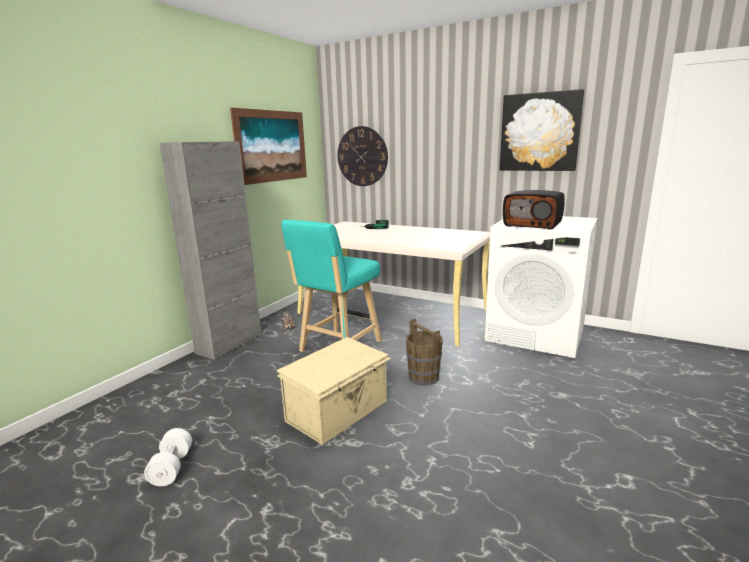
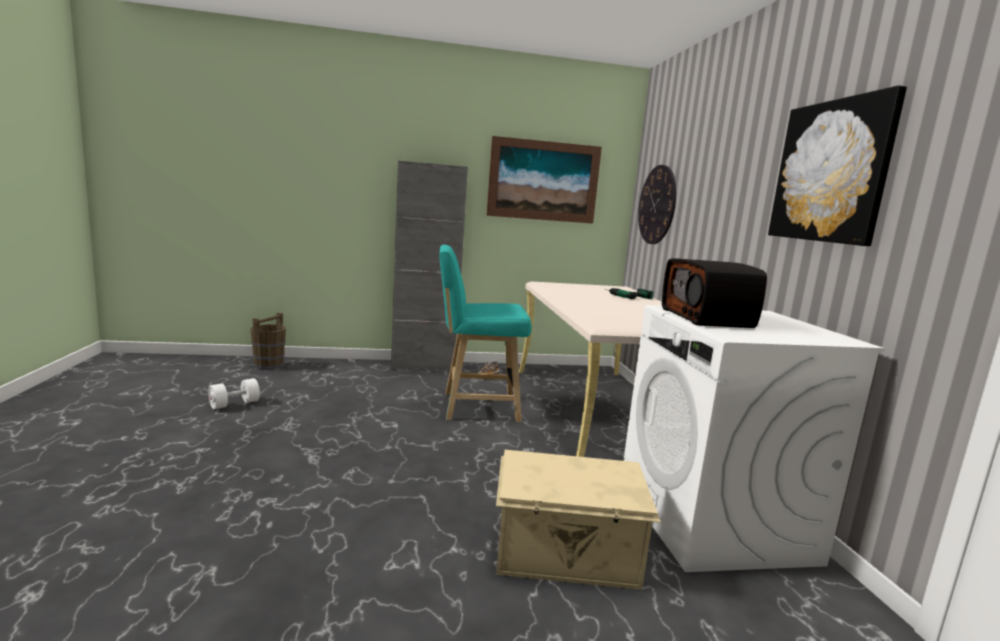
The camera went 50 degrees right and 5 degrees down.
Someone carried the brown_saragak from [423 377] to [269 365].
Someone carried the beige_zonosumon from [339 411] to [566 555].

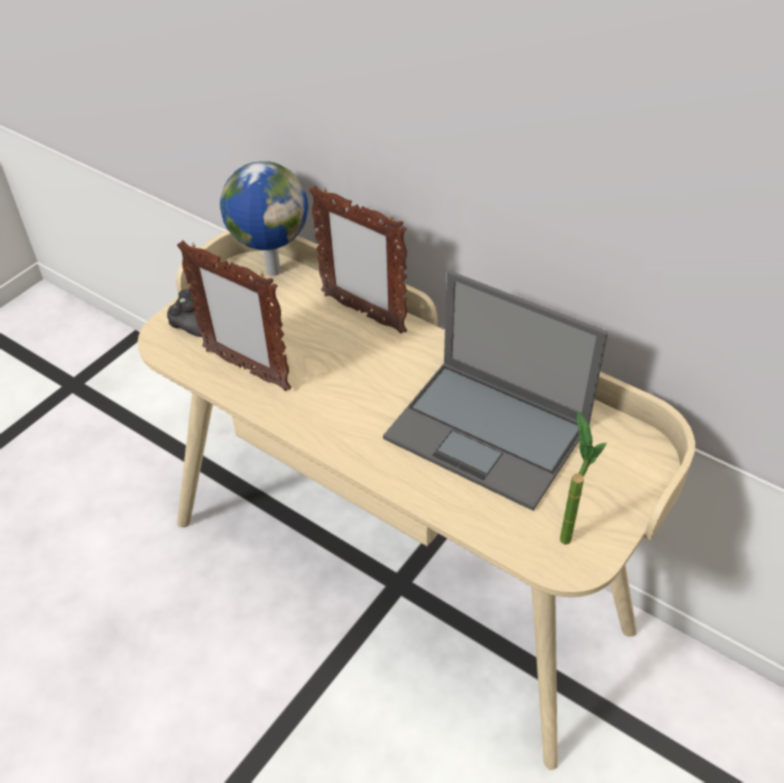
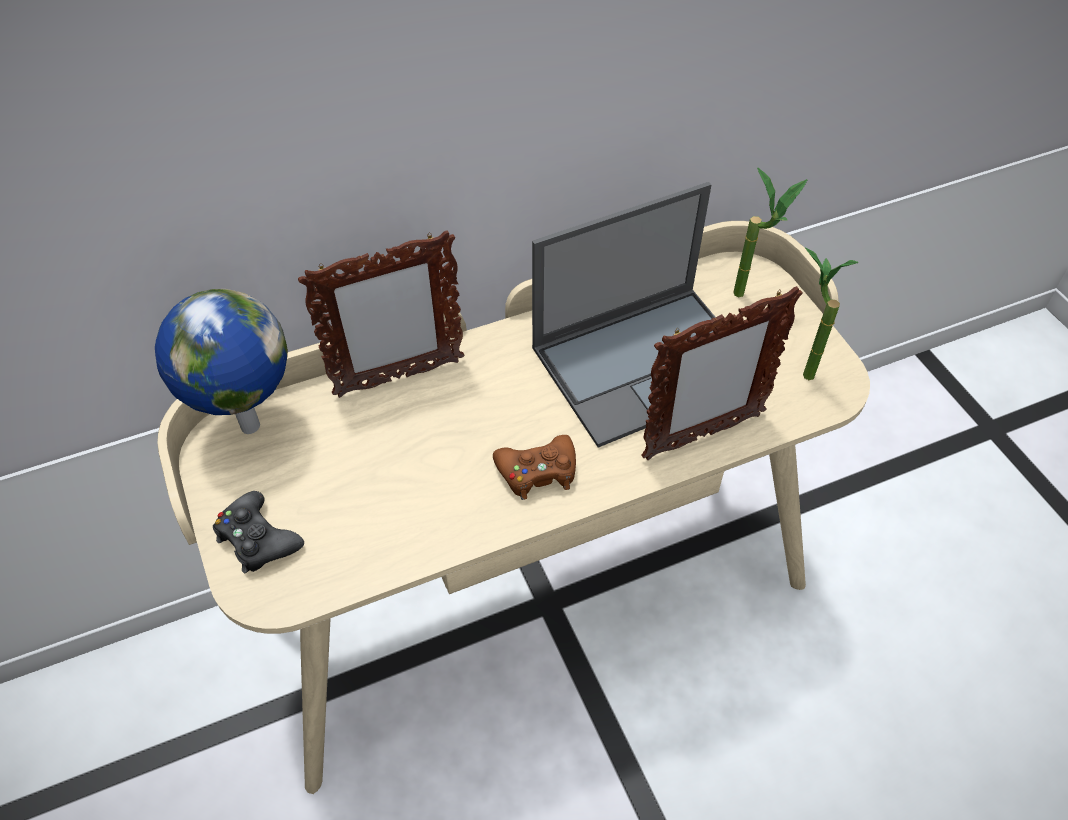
The camera went 60 degrees left and 5 degrees up.
Someone carried the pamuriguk from [246 369] to [702 436].
Someone put down the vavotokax at [750 295].
Someone put down the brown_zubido at [537 472].

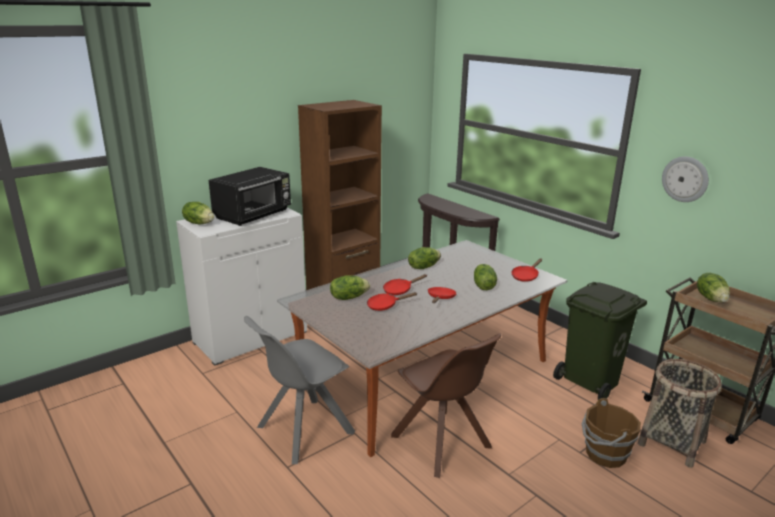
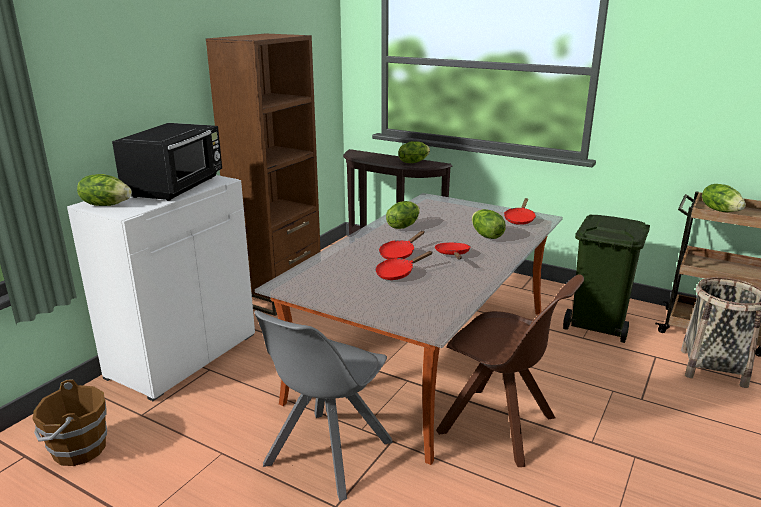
The camera went 20 degrees left and 0 degrees up.
Someone took away the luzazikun at [685 179].
Someone carried the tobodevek from [348 297] to [413 162].
Someone carried the brown_saragak from [604 454] to [78 450].

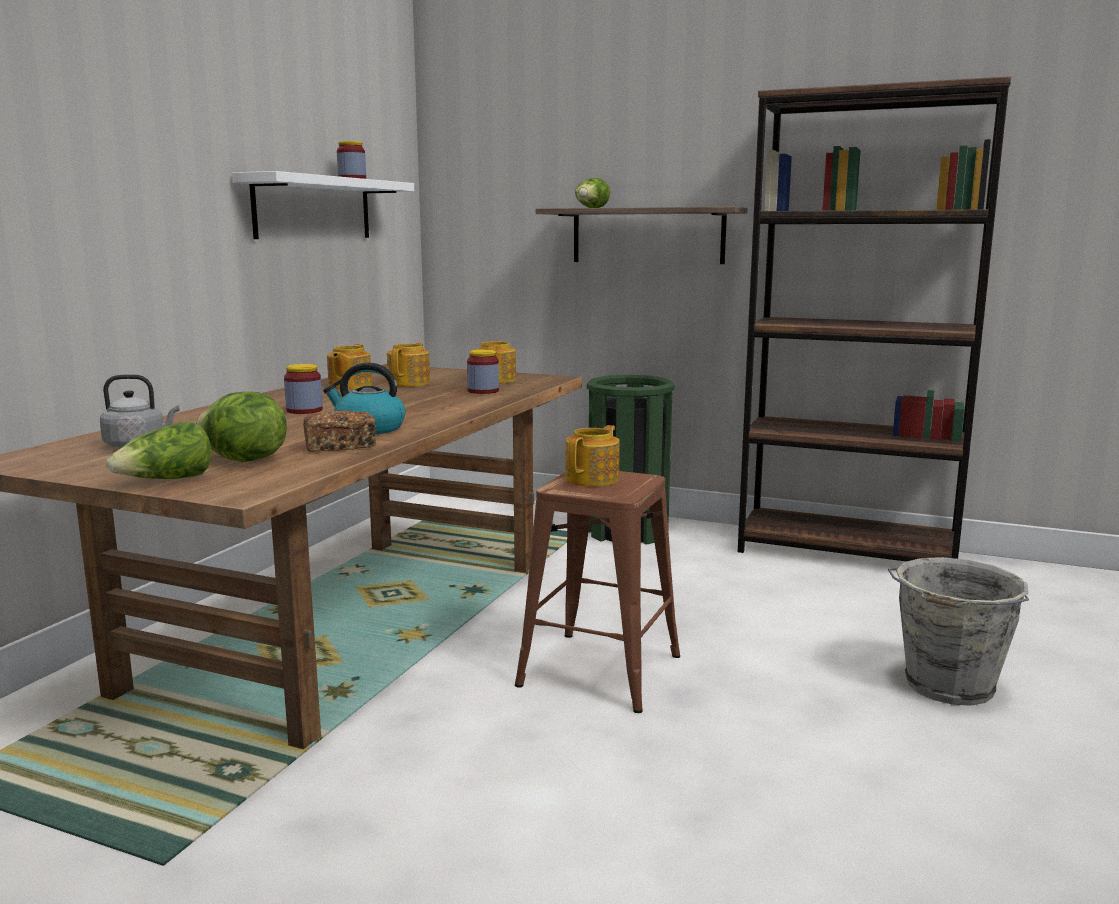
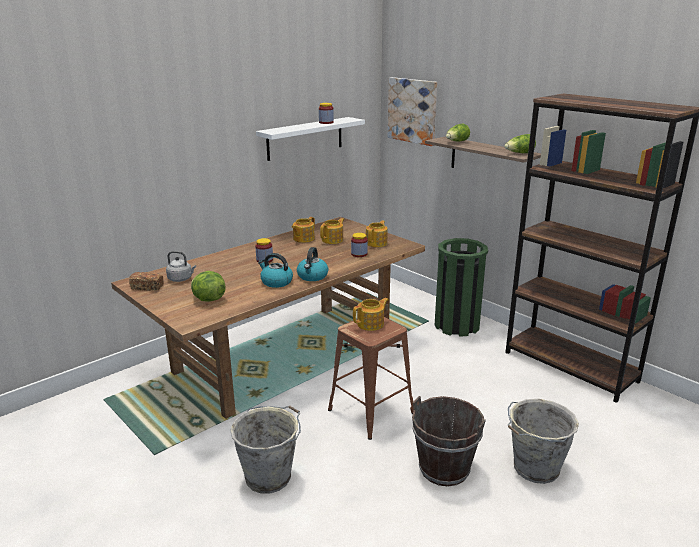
The camera went 25 degrees right and 10 degrees up.
Someone carried the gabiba from [340 447] to [147 287].
Someone carried the tobodevek from [166 481] to [519 153].
Someone put up the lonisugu at [412 110].
Someone put down the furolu at [312 276].
Someone put down the brown_saragak at [444 469].
Someone put down the grey_saragak at [270 476].

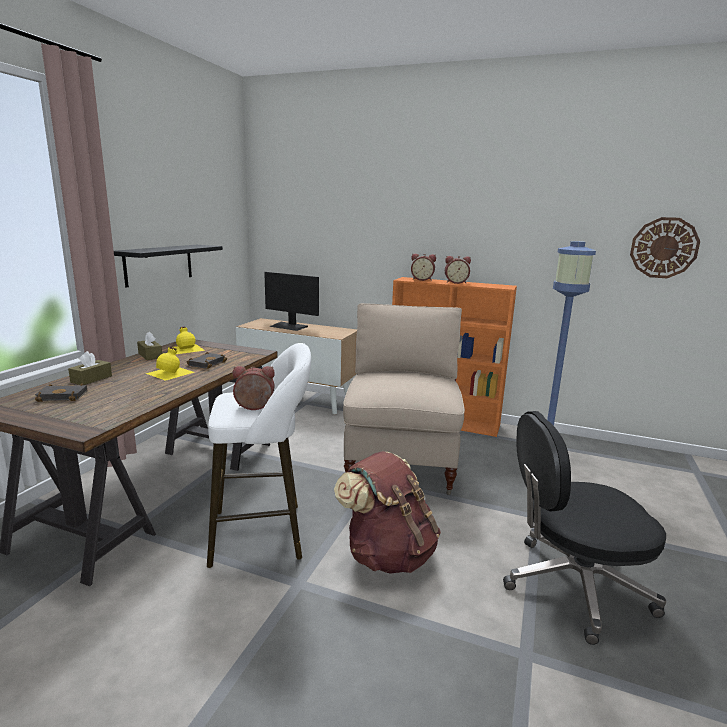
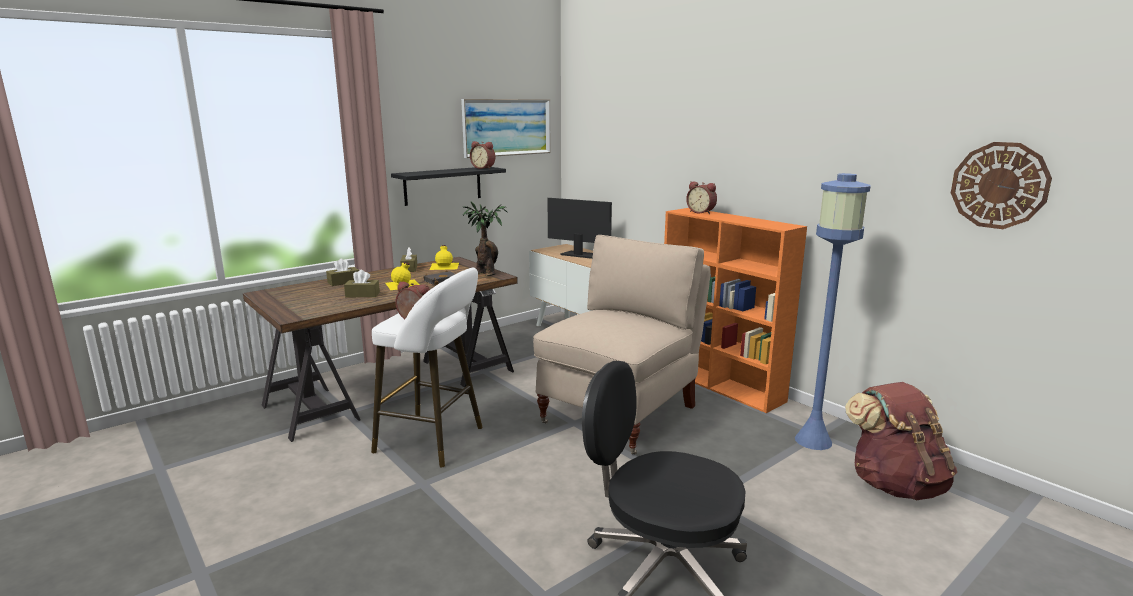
The camera went 30 degrees right and 0 degrees up.
Someone carried the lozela from [456 282] to [484 168].
Someone rotated the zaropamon at [289 326] by 150 degrees clockwise.
Someone took away the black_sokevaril at [64 396].
Someone carried the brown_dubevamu from [388 554] to [894 484].
Someone put up the lonisugu at [507 127].
Someone put down the vavotokax at [484 273].
Someone put down the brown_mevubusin at [362 295].

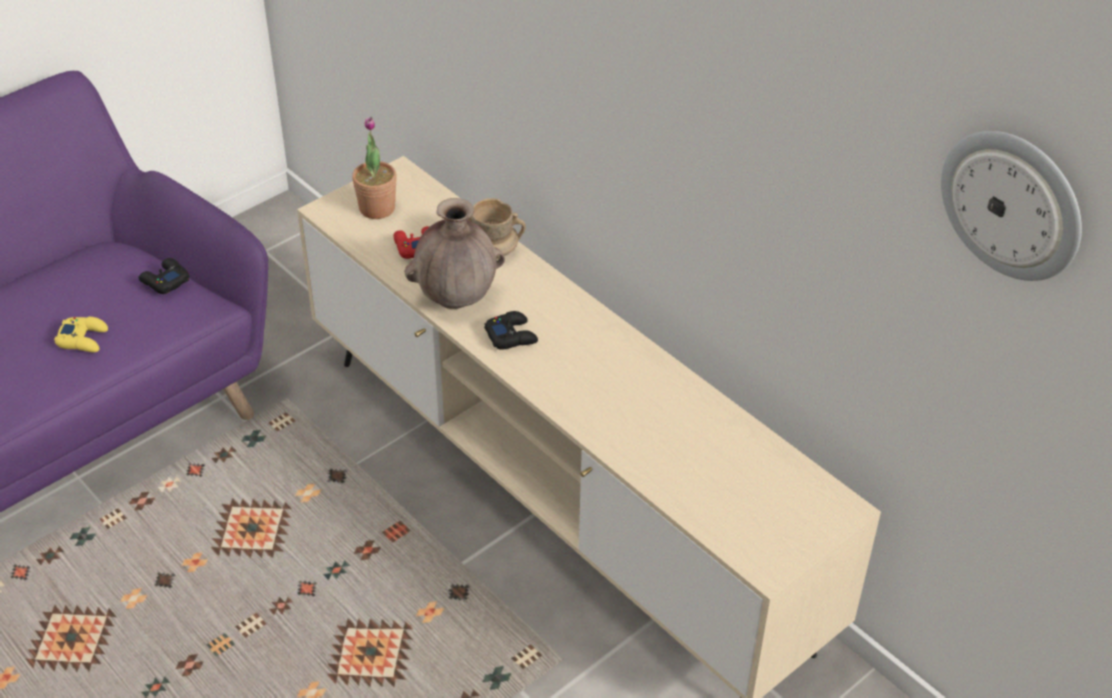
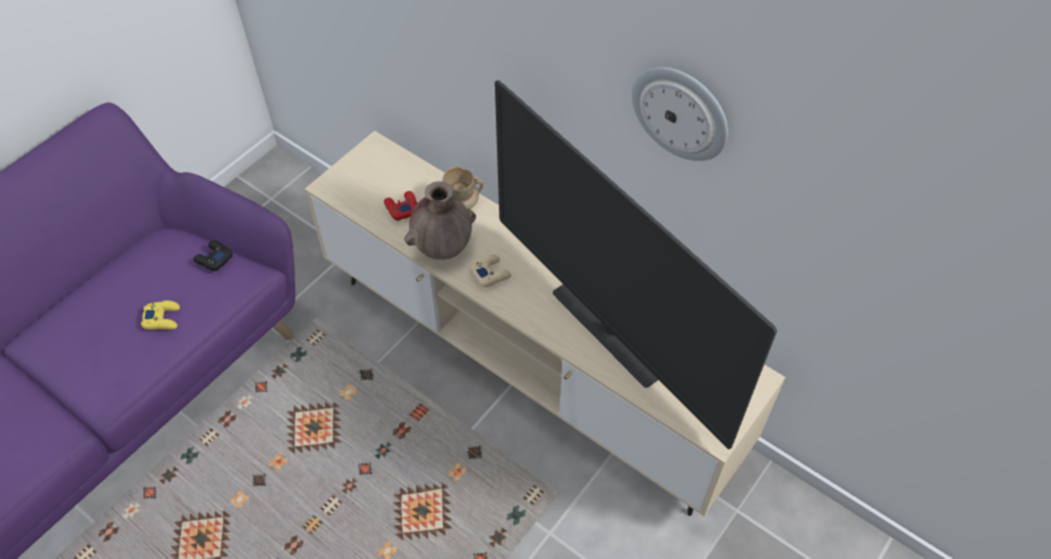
The camera went 10 degrees left and 10 degrees up.
Someone took away the vavotokax at [377 208].
Someone carried the luzazikun from [1013 204] to [681 112].
Someone repainted the black_zubido at [511 336], which became the beige_zubido at [490 273].
Someone put down the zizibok at [607 332].

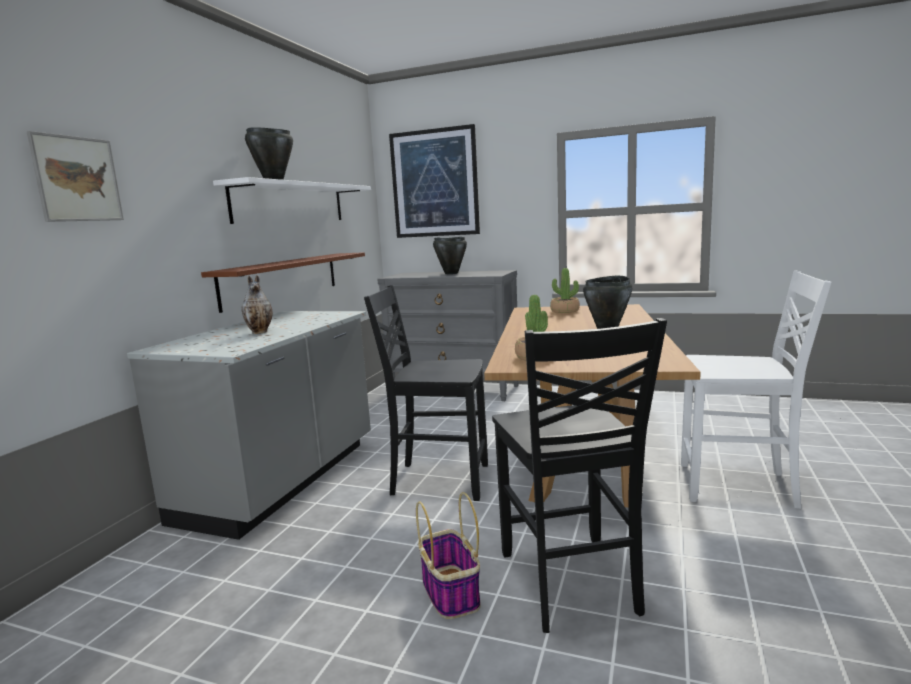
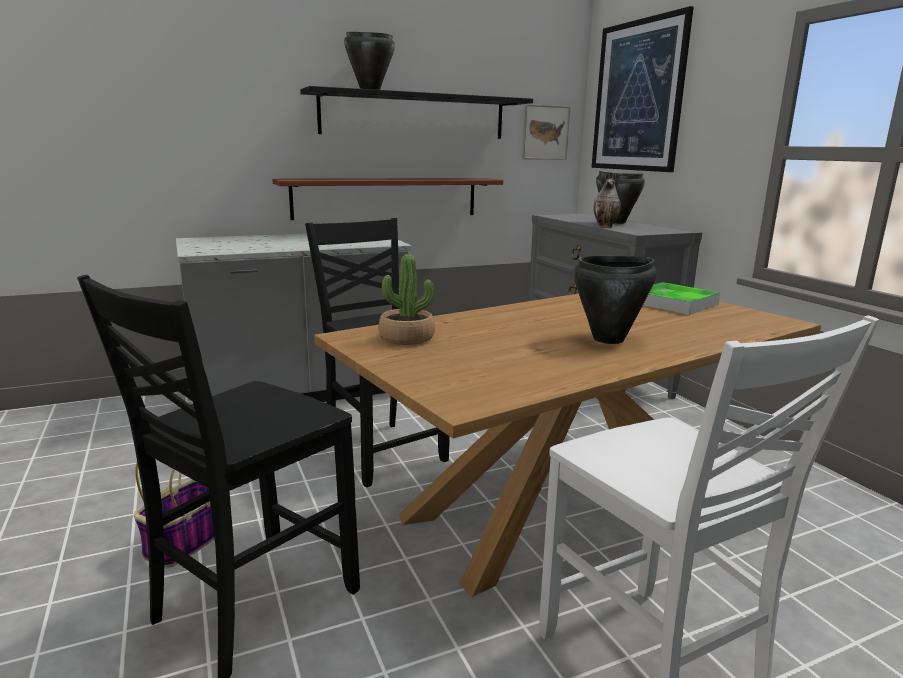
The camera went 45 degrees right and 5 degrees up.
Someone carried the lonisugu from [77 179] to [545 132].
Someone repainted the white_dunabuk at [291 203], which became the black_dunabuk at [414 116].
Someone swapped the vavotokax at [564 311] for the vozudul at [674 303].
Someone carried the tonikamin from [260 332] to [606 226].

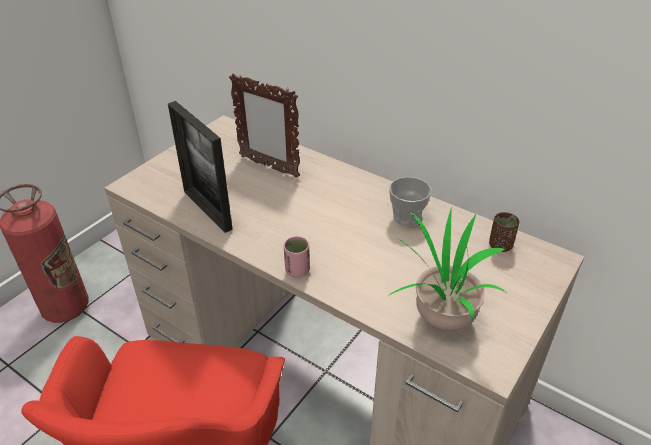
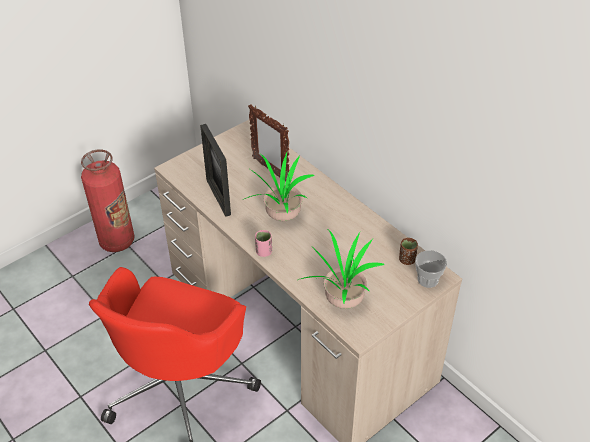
The camera went 15 degrees right and 5 degrees up.
Someone carried the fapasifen from [407 217] to [428 279].
Someone put down the vavotokax at [281 215].

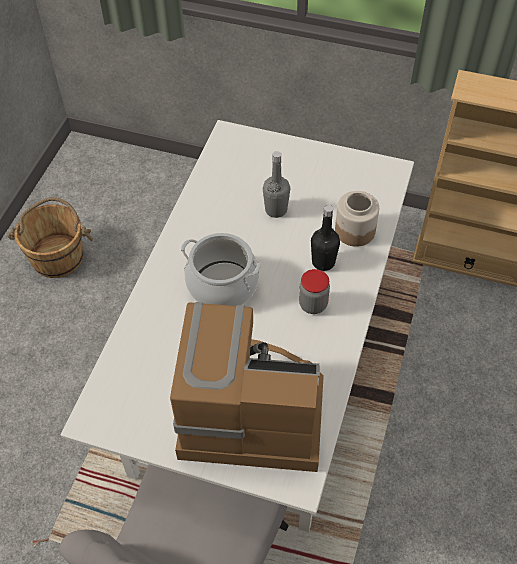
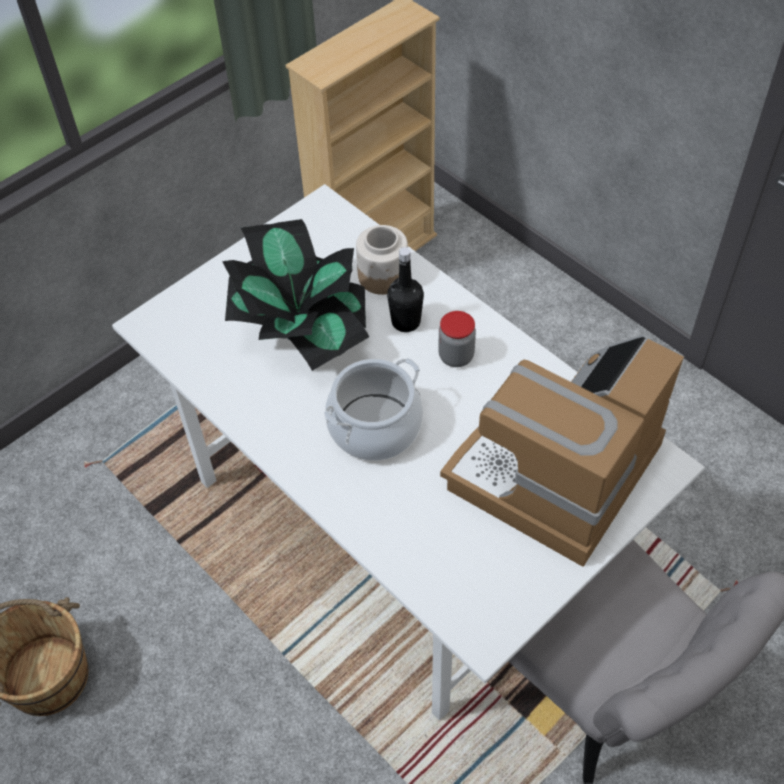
The camera went 60 degrees left and 0 degrees up.
Someone swapped the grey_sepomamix at [276 210] for the vavotokax at [301 330].

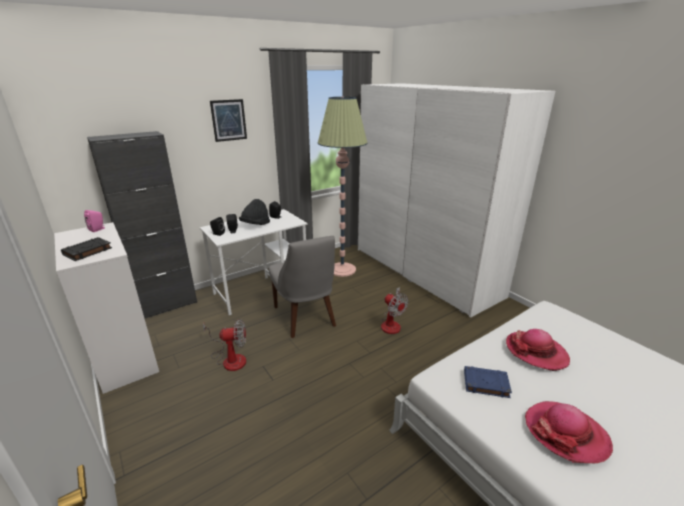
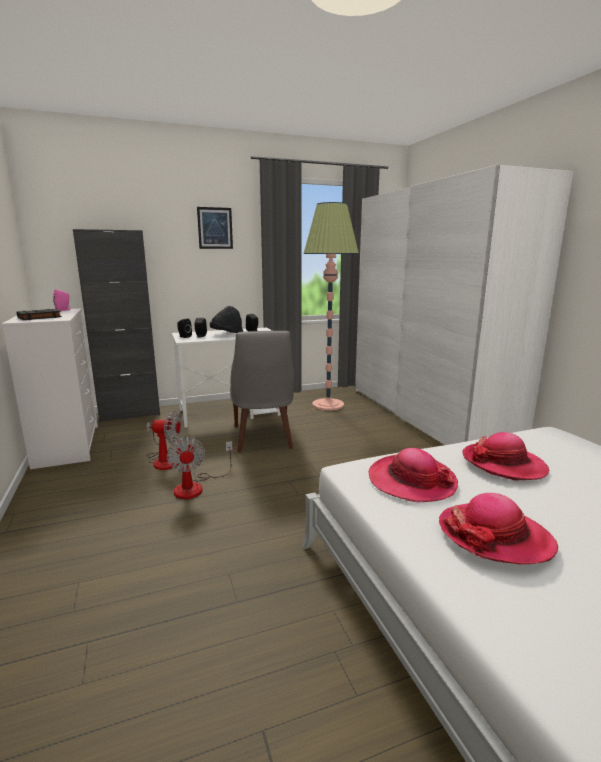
The camera went 15 degrees right and 10 degrees down.
Someone carried the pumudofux from [392 323] to [196 486].
Someone swapped the blue_sokevaril at [485 384] for the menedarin at [411 481].

